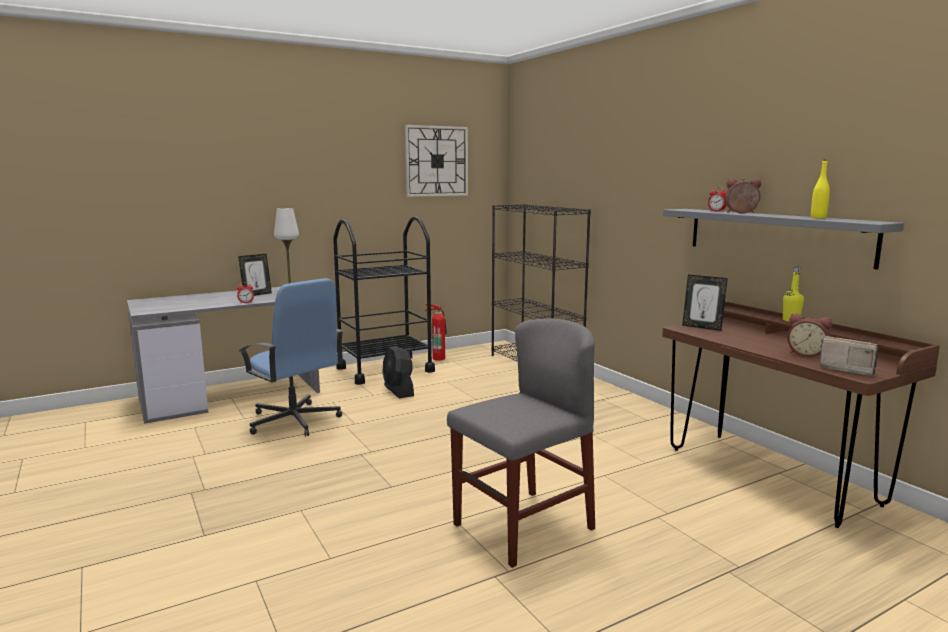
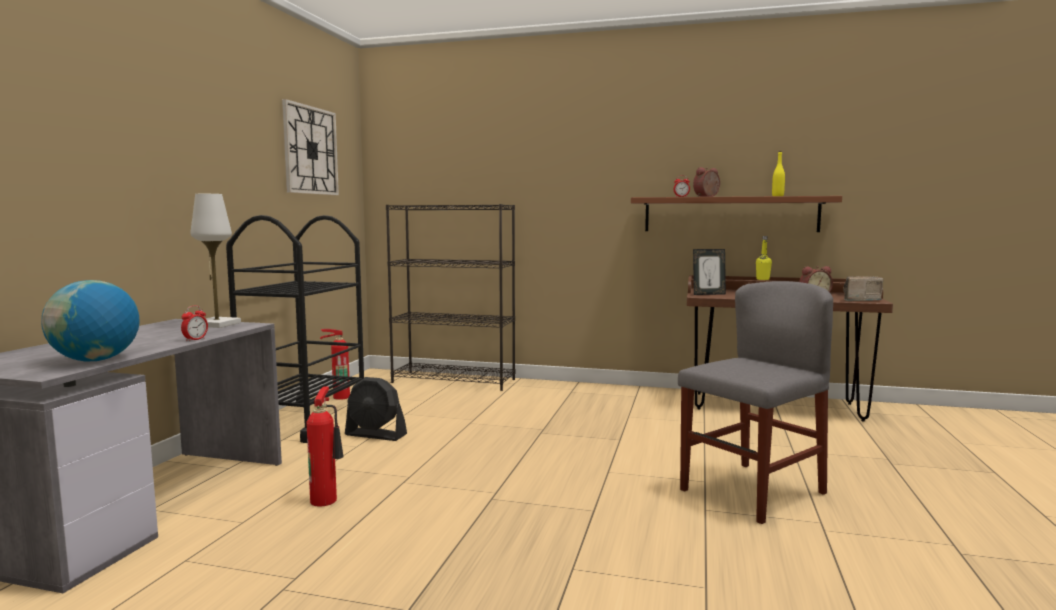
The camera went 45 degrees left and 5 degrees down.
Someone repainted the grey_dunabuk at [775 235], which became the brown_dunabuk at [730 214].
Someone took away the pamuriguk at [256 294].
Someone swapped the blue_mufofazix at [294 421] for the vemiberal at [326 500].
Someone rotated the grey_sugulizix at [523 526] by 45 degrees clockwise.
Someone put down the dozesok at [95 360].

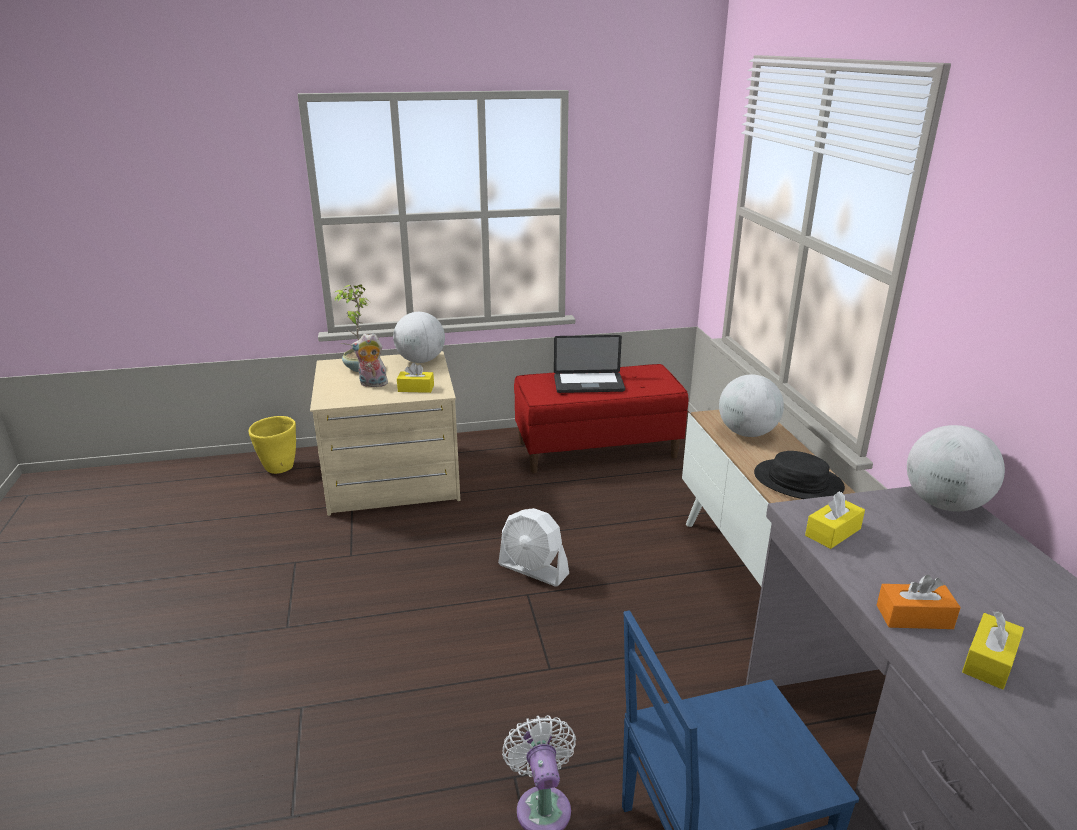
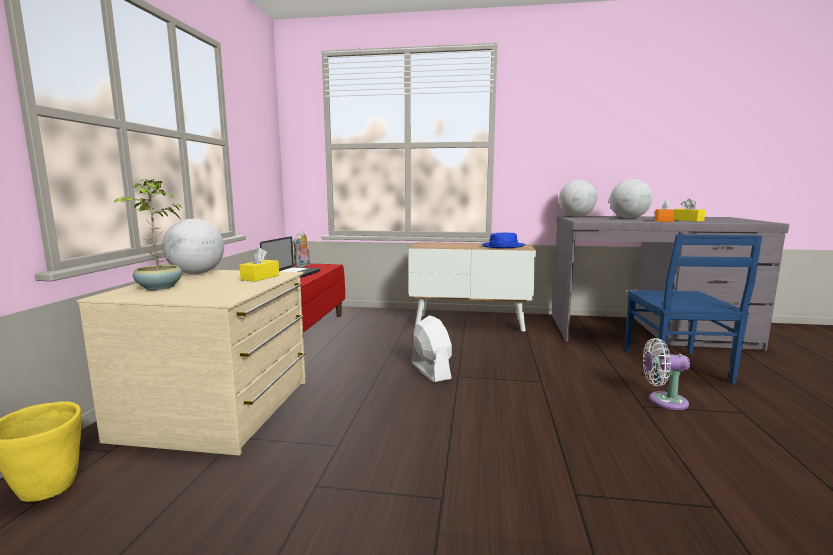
The camera went 70 degrees left and 15 degrees down.
Someone carried the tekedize from [372 384] to [302 266].
Someone carried the dozesok from [747 433] to [628 218].
Someone repainted the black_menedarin at [797 482], which became the blue_menedarin at [503 246].
Someone took away the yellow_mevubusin at [833 532].
Someone rotated the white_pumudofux at [533 570] by 75 degrees counterclockwise.

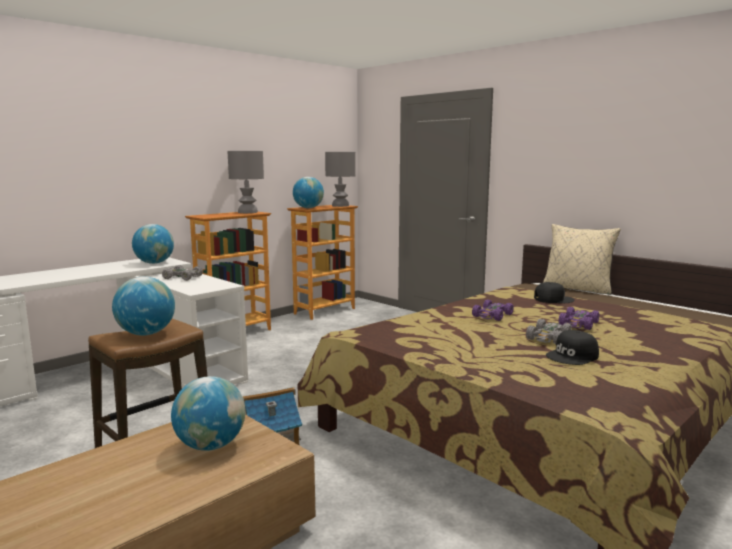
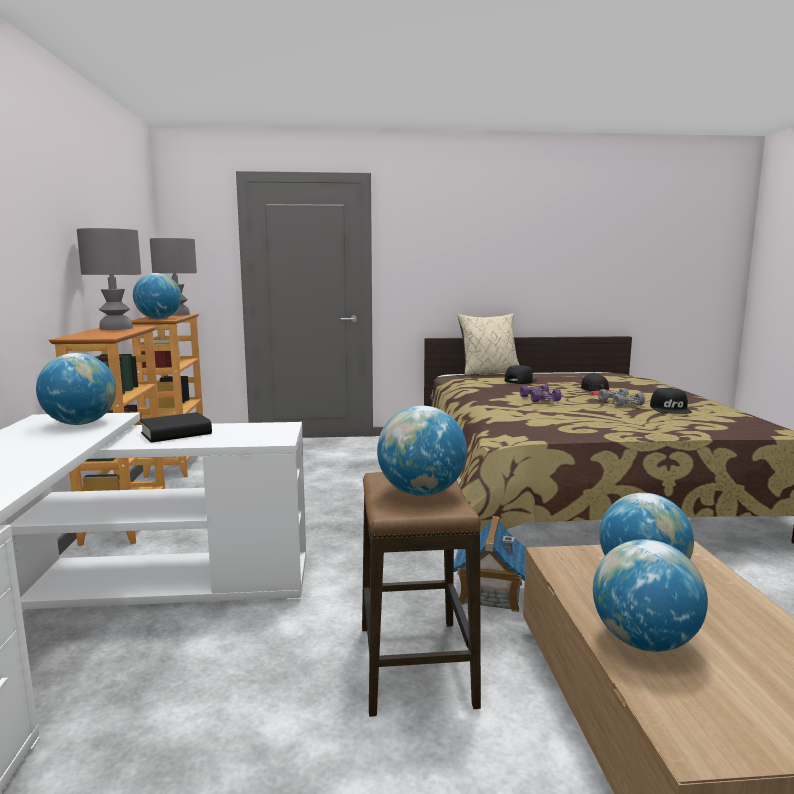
The camera went 50 degrees left and 0 degrees up.
Someone swapped the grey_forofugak at [182 277] for the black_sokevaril at [176 433].
Someone swapped the purple_forofugak at [578 324] for the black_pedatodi at [597 391].
Someone put down the dozesok at [643 642].

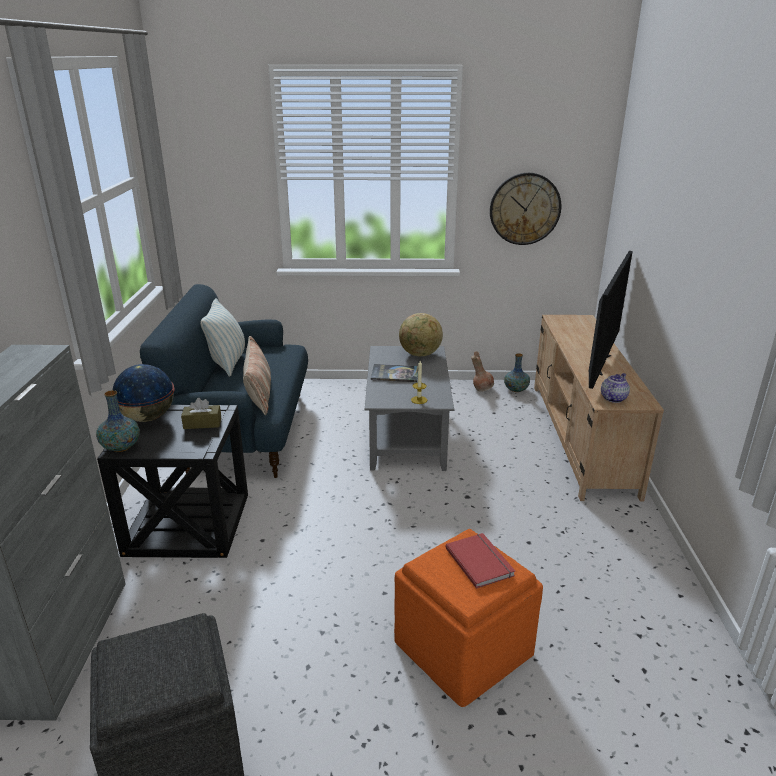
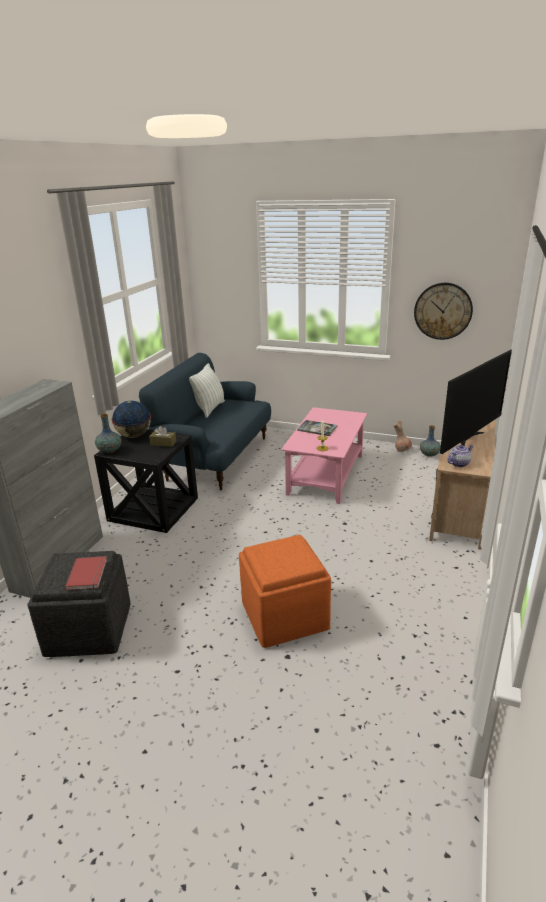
The camera went 20 degrees right and 0 degrees up.
Someone took away the dozesok at [420 354].
Someone took away the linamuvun at [258 392].
Someone repainted the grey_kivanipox at [406 433], which became the pink_kivanipox at [326 474].
Someone carried the red_sokevaril from [481 561] to [88 574].

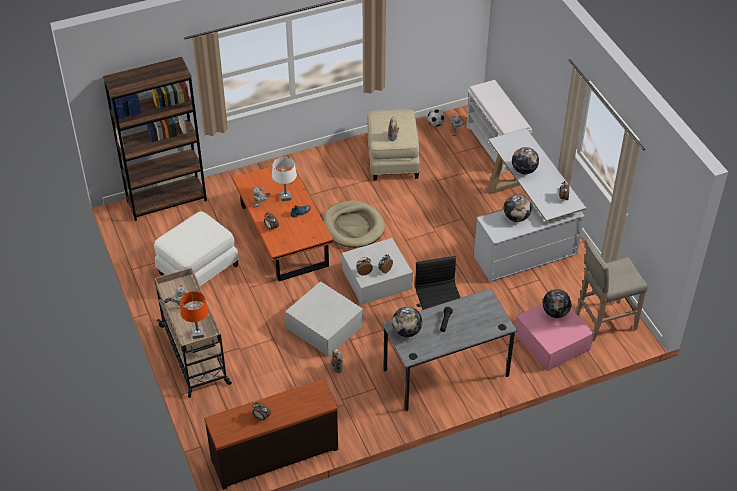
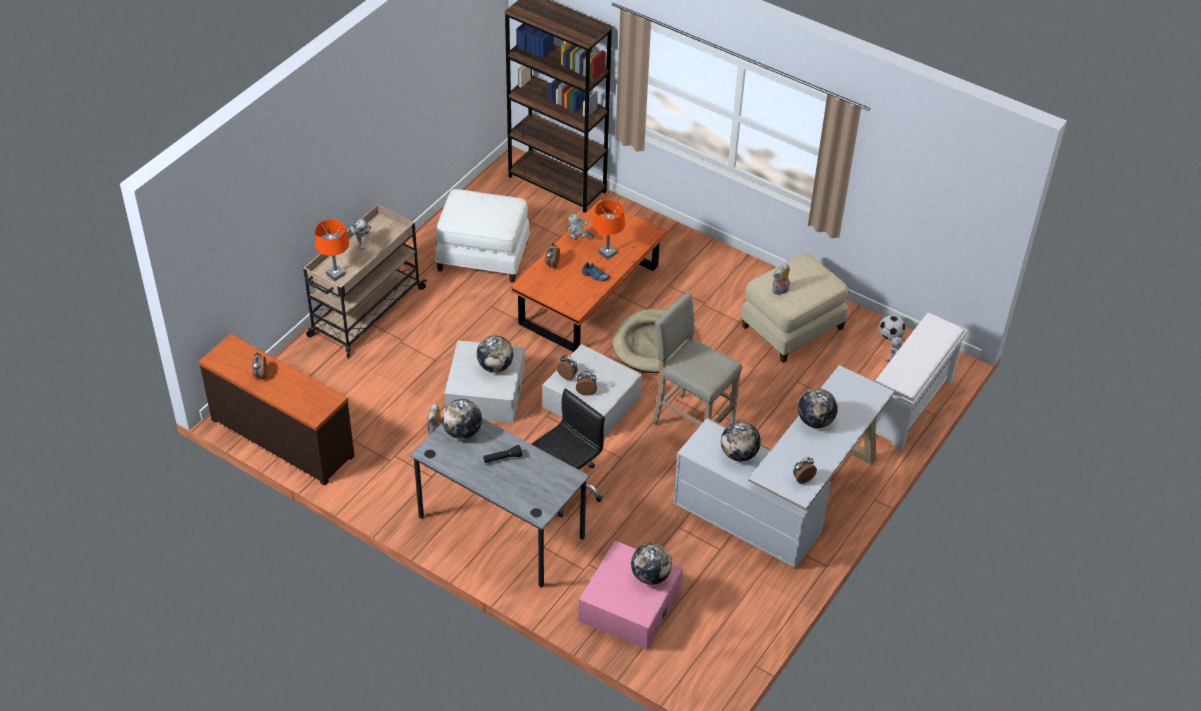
The camera went 55 degrees right and 0 degrees up.
Someone repainted the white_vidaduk at [285 197], which became the orange_vidaduk at [607 253].
Someone carried the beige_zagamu from [604 321] to [691 422].
Someone put down the dozesok at [495 366].

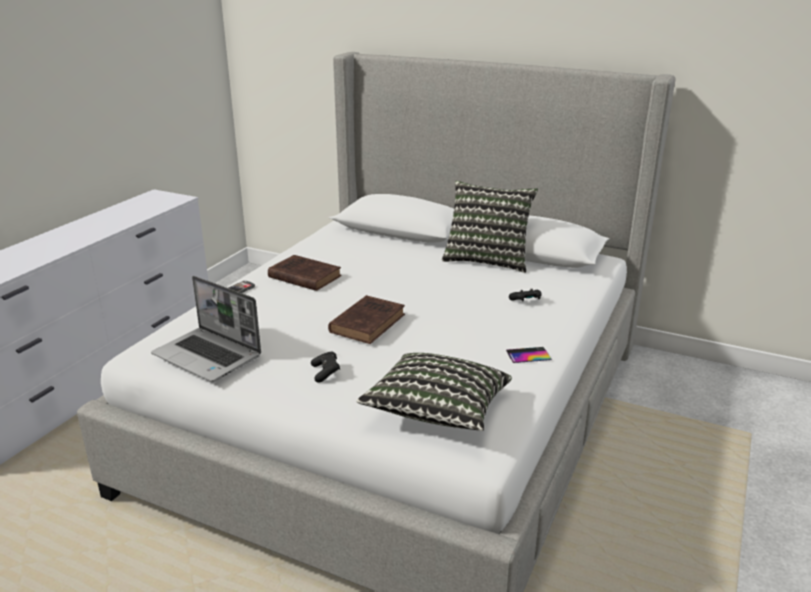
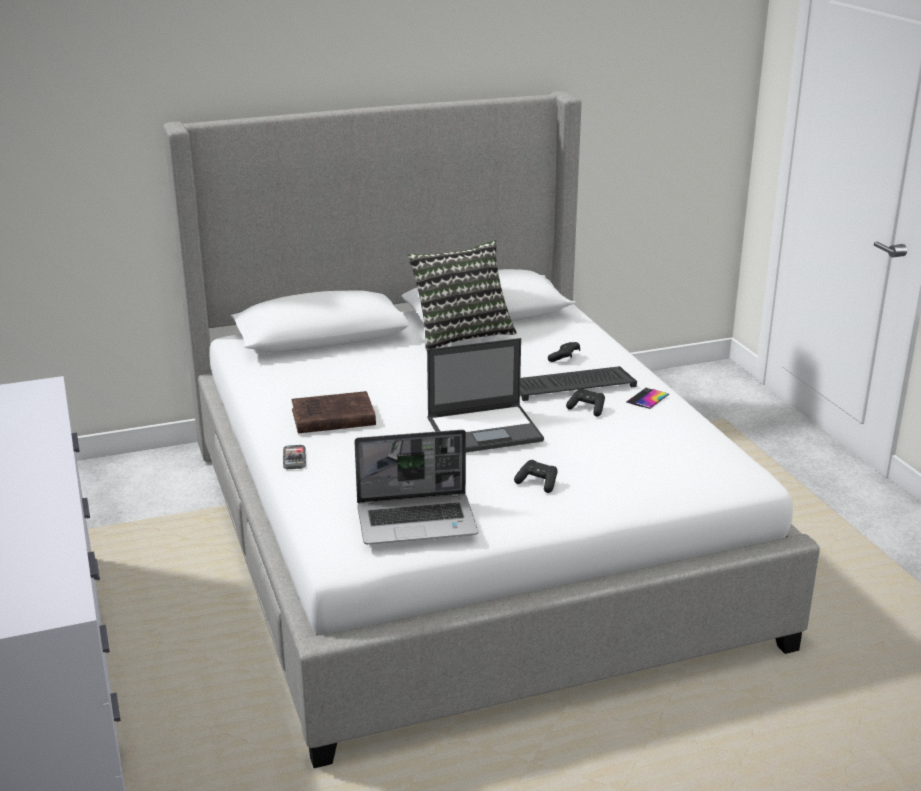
The camera went 45 degrees left and 0 degrees up.
Someone swapped the brown_sokevaril at [368 322] for the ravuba at [486 429].
Someone took away the linamuvun at [437 412].
Someone put down the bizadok at [572 384].
Someone put down the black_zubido at [587 409].

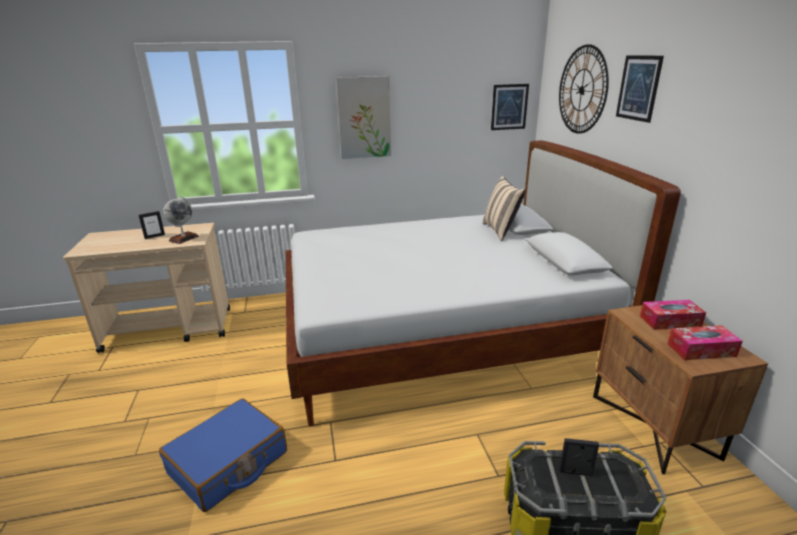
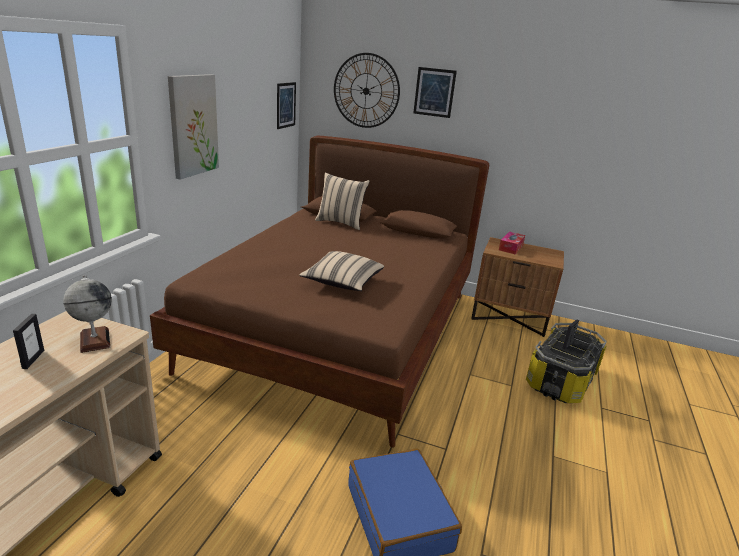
The camera went 60 degrees left and 0 degrees up.
Someone repainted the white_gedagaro at [441 333], which became the brown_gedagaro at [340 331].
Someone took away the mevubusin at [701 350].
Someone put down the beige_linamuvun at [342 283].

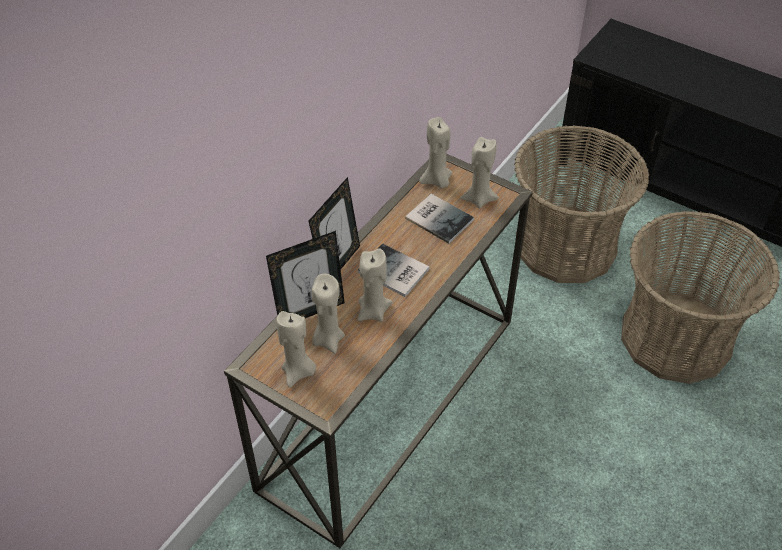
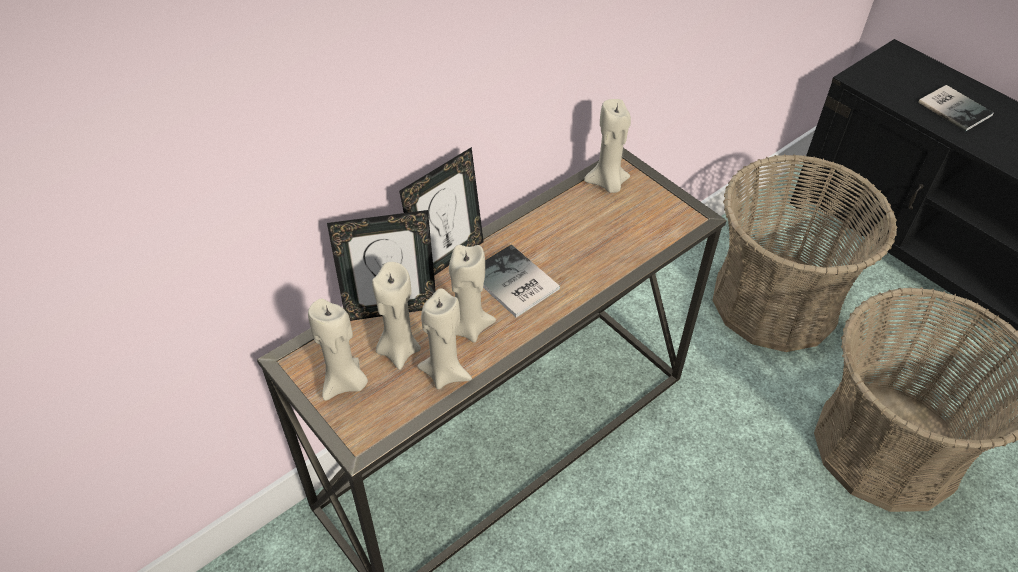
The camera went 15 degrees right and 0 degrees up.
Someone carried the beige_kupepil from [478 199] to [445 373].
Someone carried the sokevaril from [439 217] to [954 107].

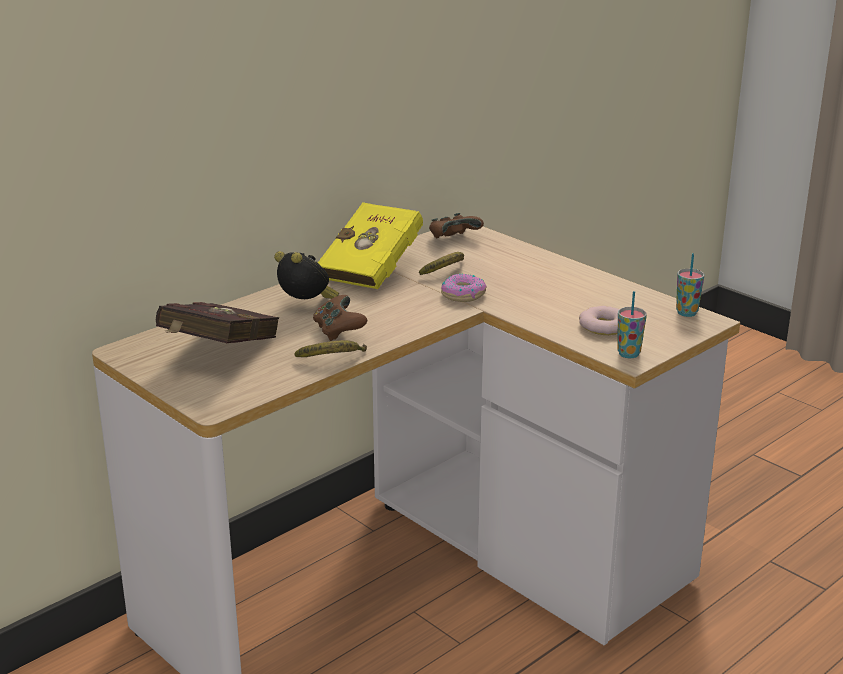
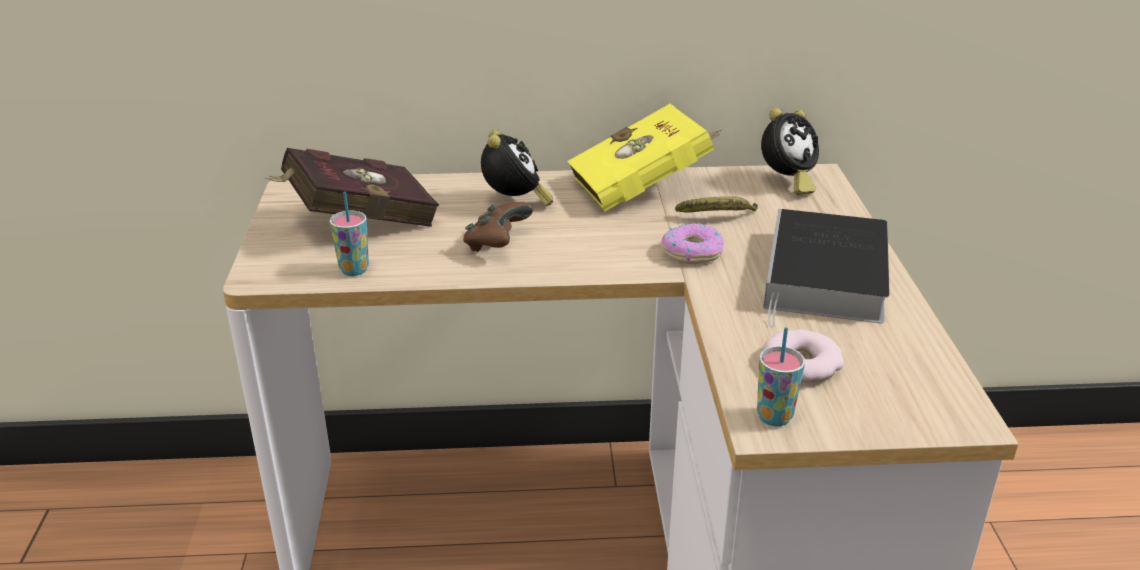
The camera went 40 degrees right and 5 degrees up.
Someone swapped the brown_zubido at [453 239] for the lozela at [786 183].
Someone carried the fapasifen from [686 313] to [354 270].
Someone took away the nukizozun at [333 359].
Someone put down the sokevaril at [827 278].

